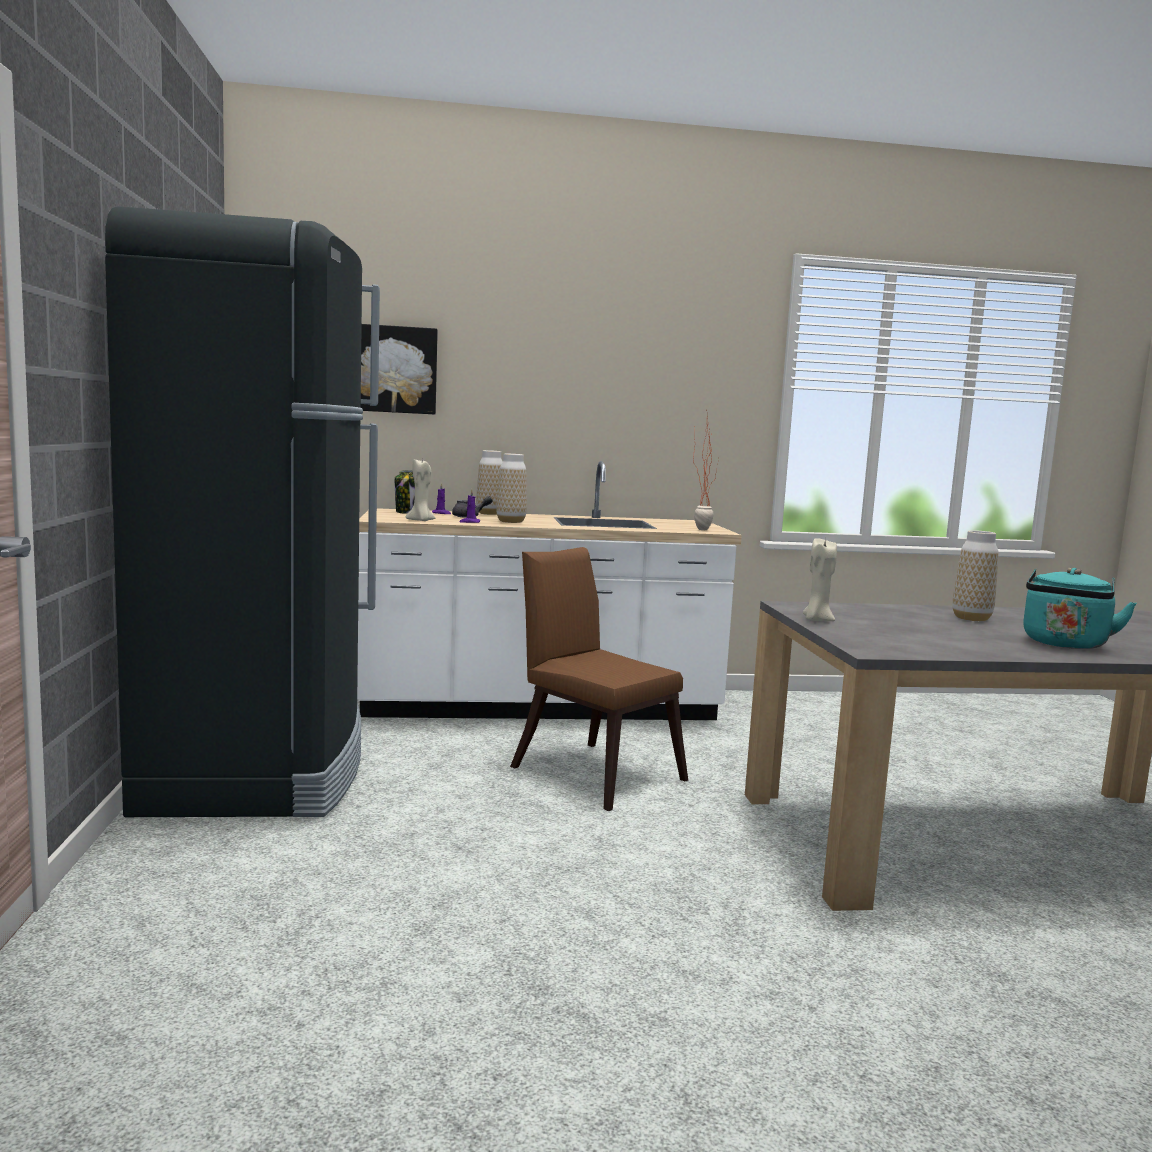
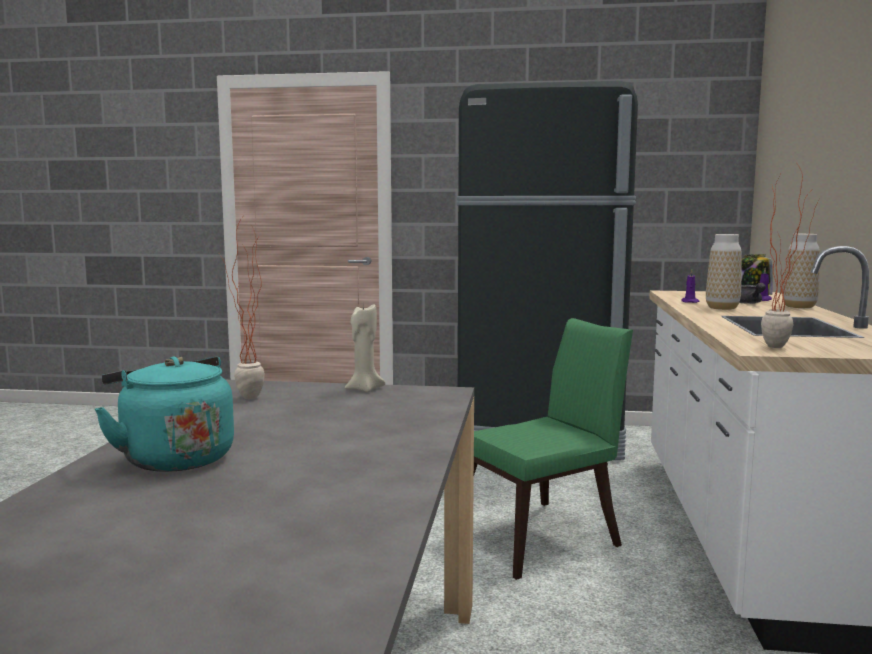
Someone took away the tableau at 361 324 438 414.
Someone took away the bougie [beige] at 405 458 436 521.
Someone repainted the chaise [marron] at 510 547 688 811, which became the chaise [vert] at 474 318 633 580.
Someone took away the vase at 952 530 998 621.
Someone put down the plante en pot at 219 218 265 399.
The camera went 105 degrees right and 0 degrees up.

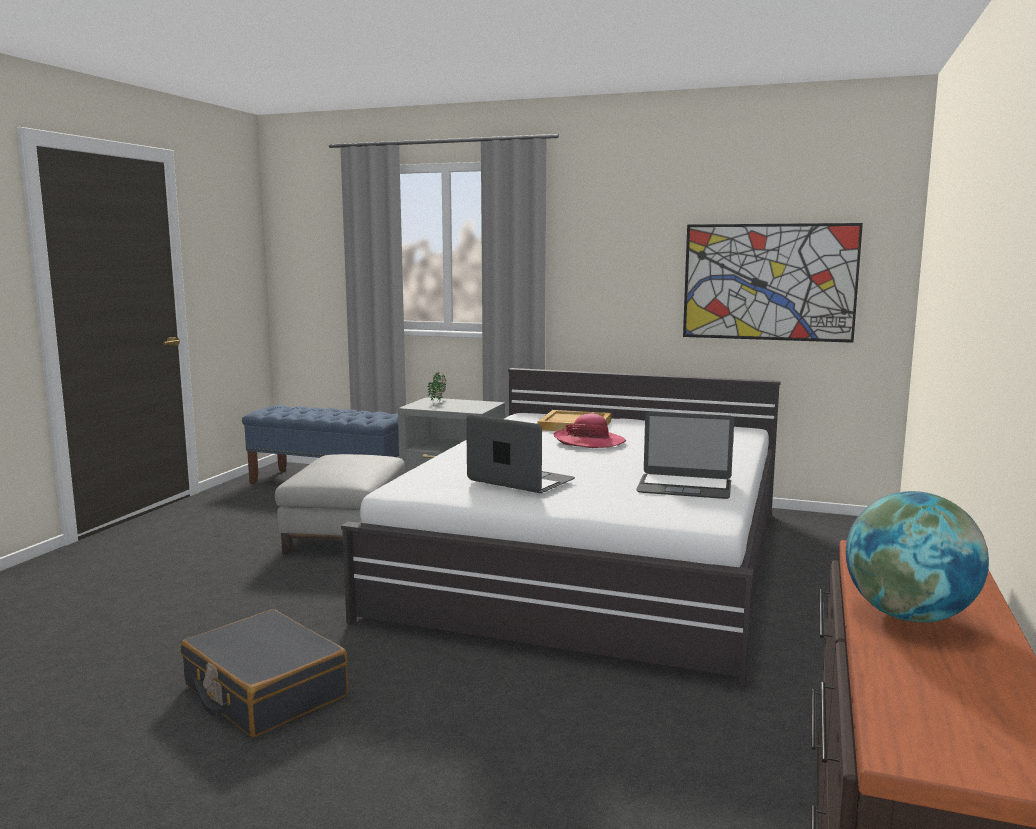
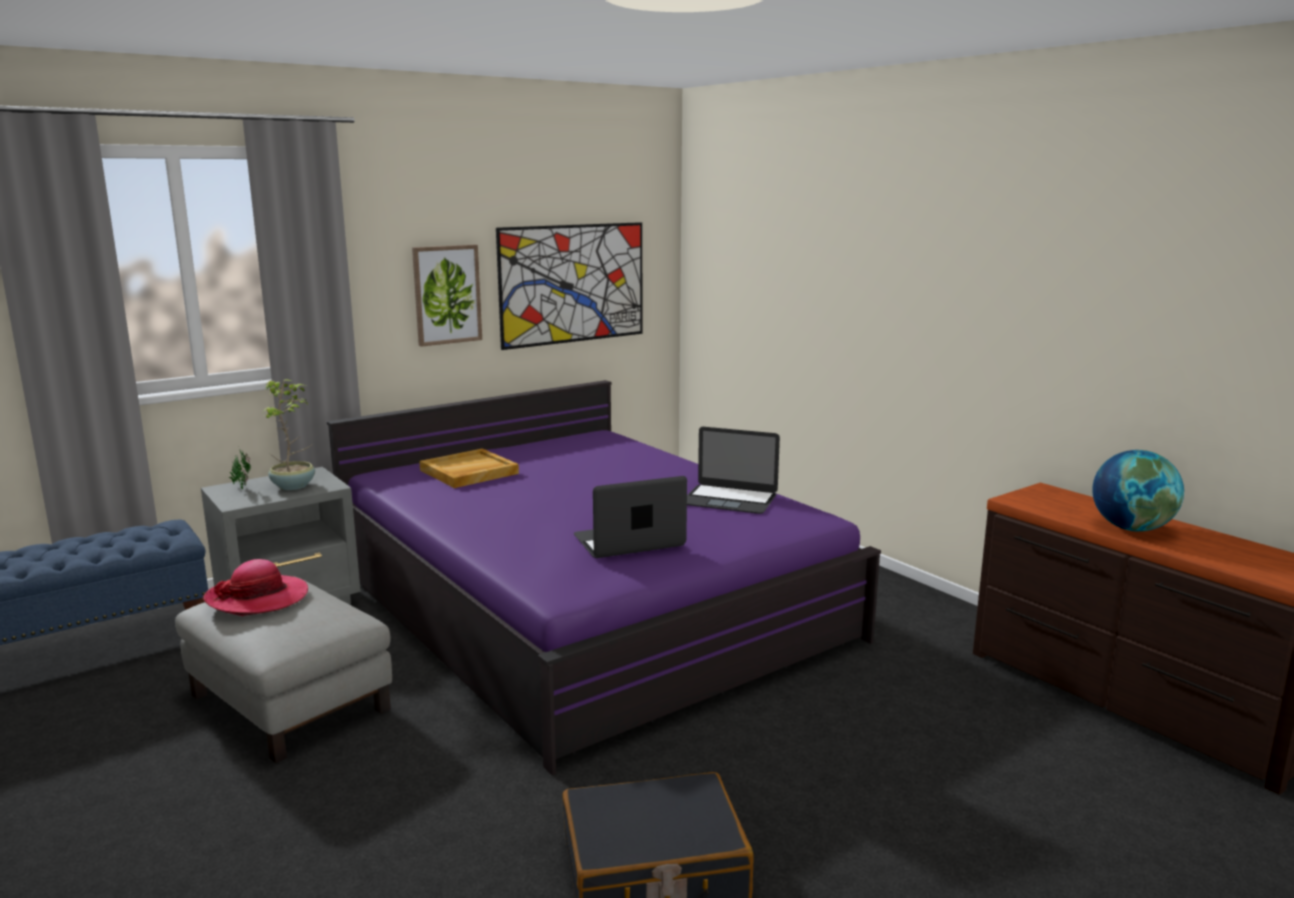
Someone repainted the lit [blanc] at 341 368 781 689, which became the lit [violet] at 327 380 881 776.
Someone carried the chapeau from 554 413 626 448 to 202 559 308 616.
Someone rotated the ordinateur portable at 636 412 734 499 by 60 degrees clockwise.
Someone put down the plante en pot at 260 379 315 490.
Someone put up the tableau at 412 245 482 347.
The camera went 55 degrees left and 5 degrees up.

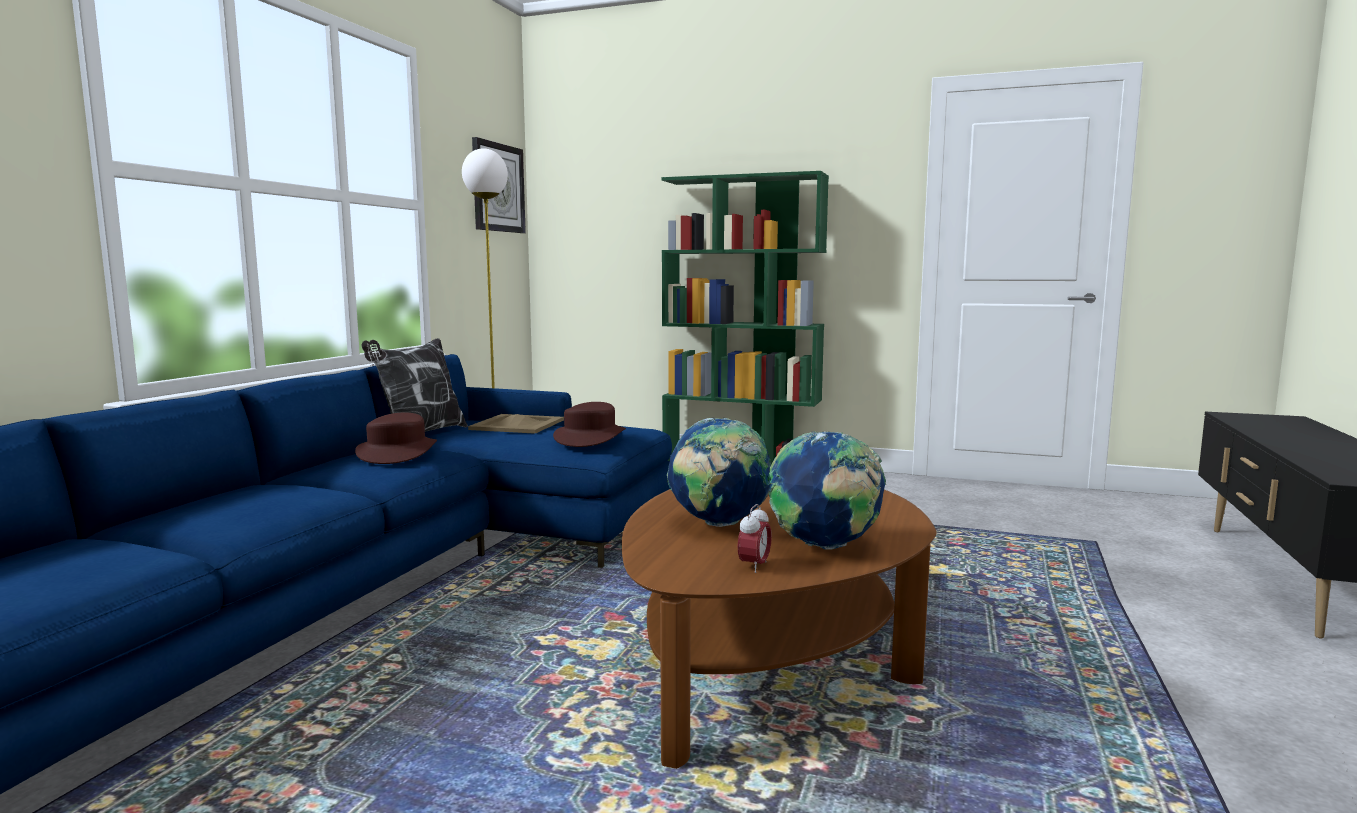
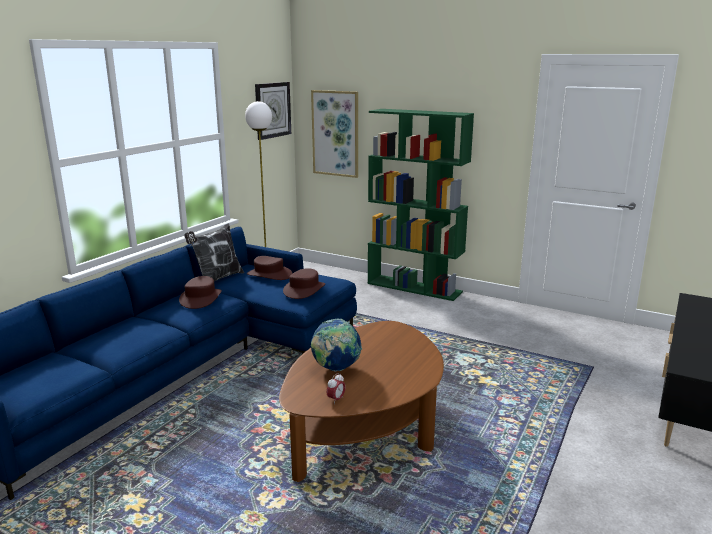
Someone swapped the plateau [beige] at 468 414 564 434 for the chapeau [marron] at 247 256 292 280.
Someone took away the globe at 769 431 886 550.
Someone put up the tableau at 311 90 358 178.
The camera went 10 degrees right and 10 degrees up.

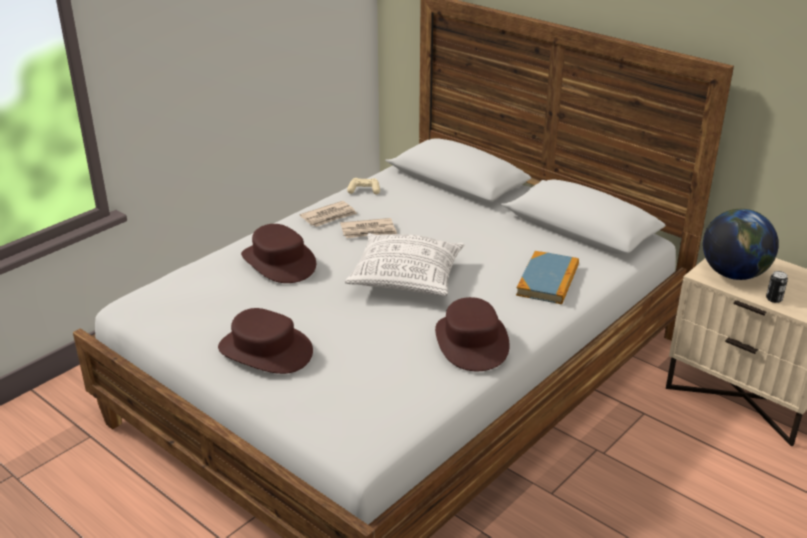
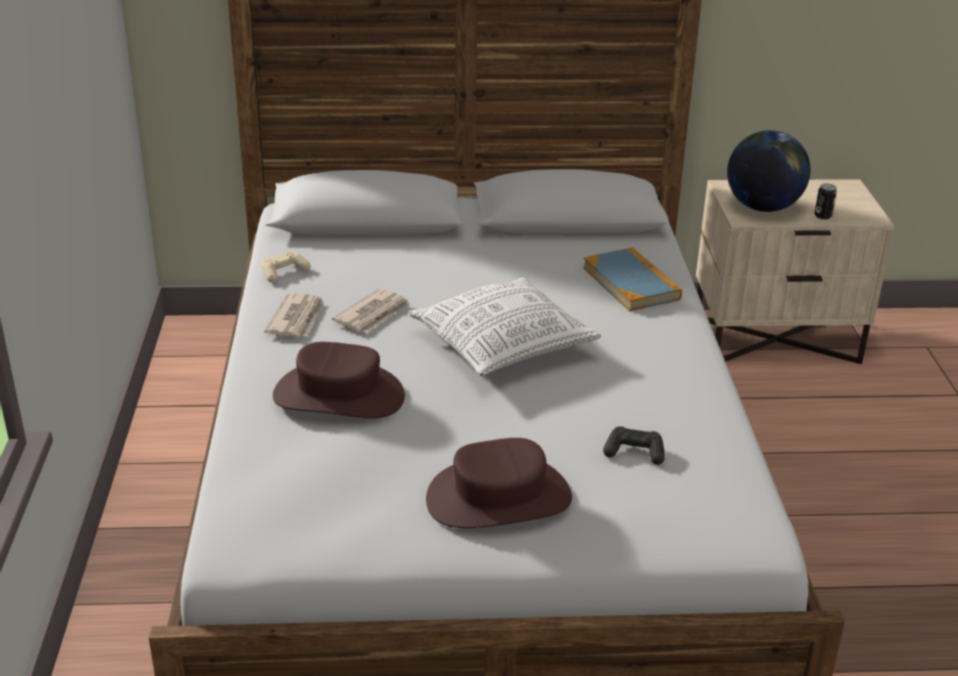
Someone took away the chapeau [marron] at 435 297 510 371.
Someone put down the manette [noir] at 603 426 665 465.
The camera went 45 degrees left and 0 degrees up.

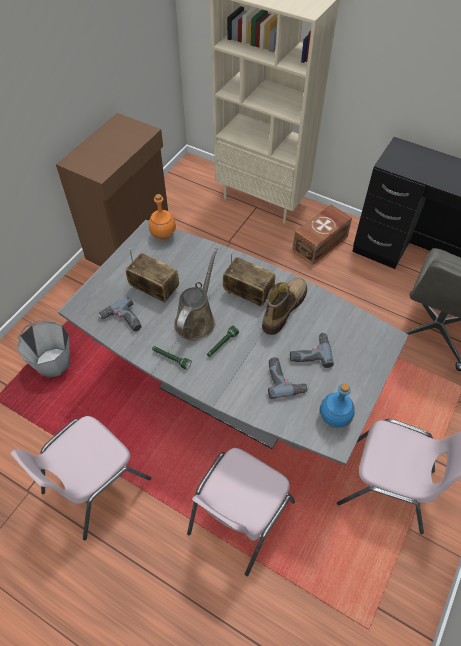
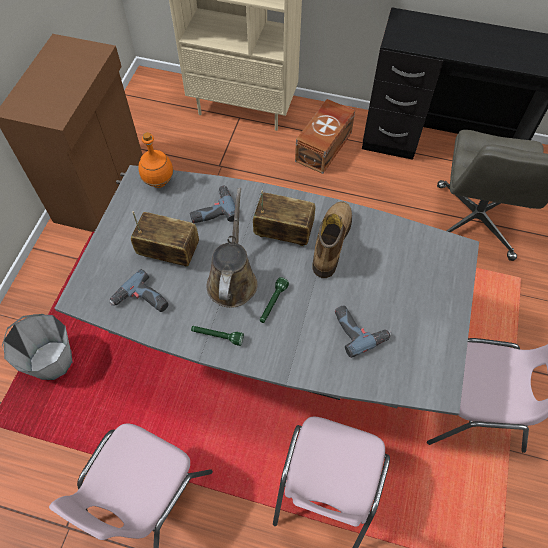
Someone carried the perceuse from 290 333 334 368 to 190 185 235 223.
Someone took away the bouteille [bleu] at 319 383 355 428.
The camera went 15 degrees left and 5 degrees up.

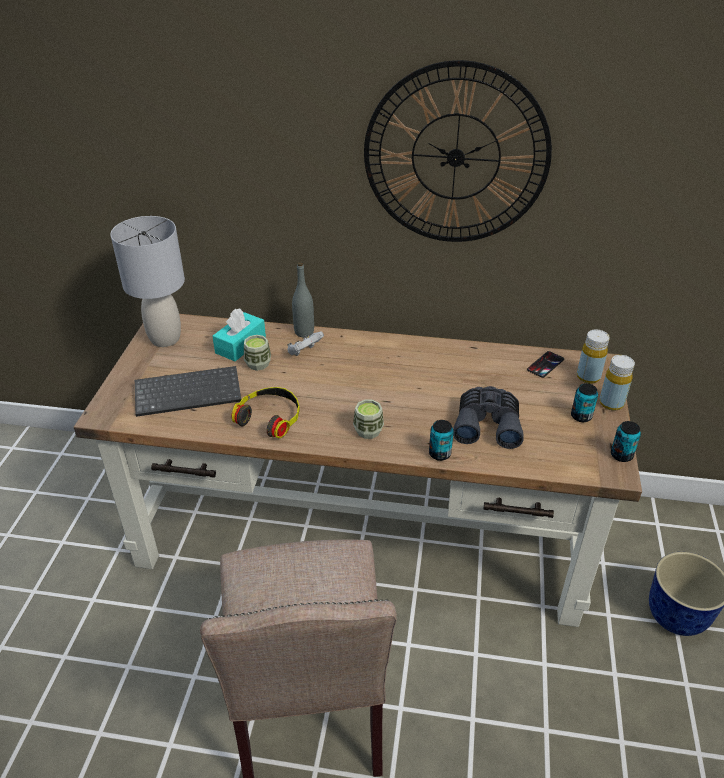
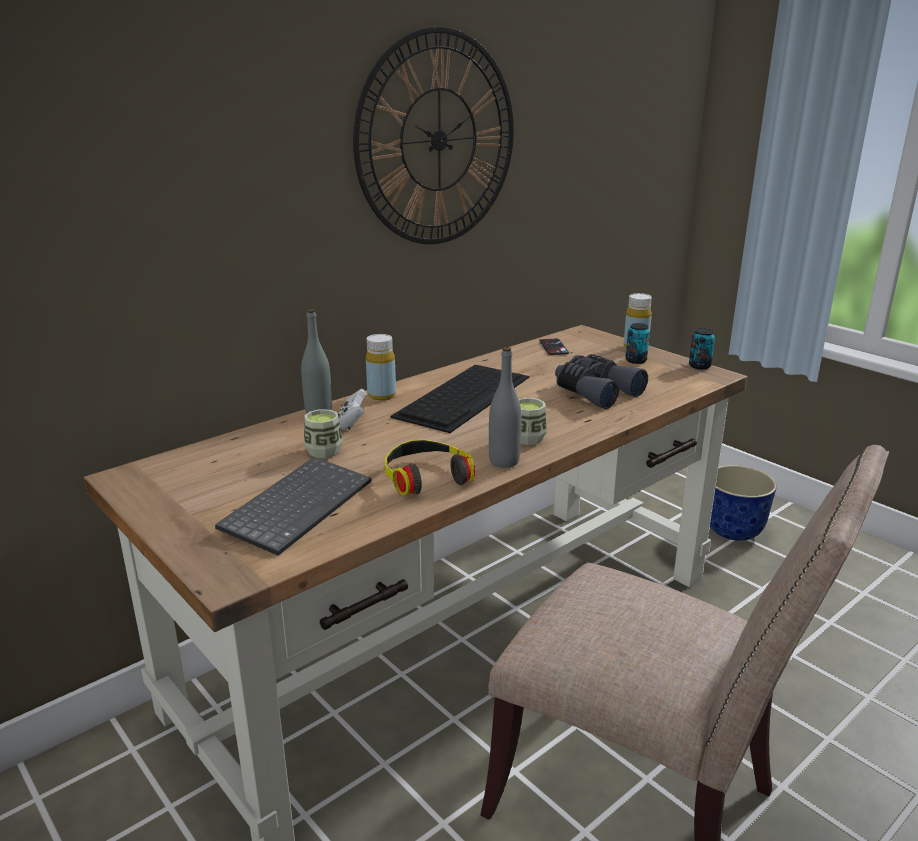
Someone took away the lampe de table [gris] at 110 216 185 347.
Someone took away the boîte à mouchoirs [turquoise] at 212 308 266 361.
Someone took away the boîte métallique at 429 420 454 461.
Someone carried the bouteille [jaune] from 577 330 610 384 to 366 334 396 400.
Someone put down the clavier at 390 365 529 433.
Someone put down the bouteille [gris] at 489 347 521 468.
The camera went 50 degrees left and 15 degrees down.

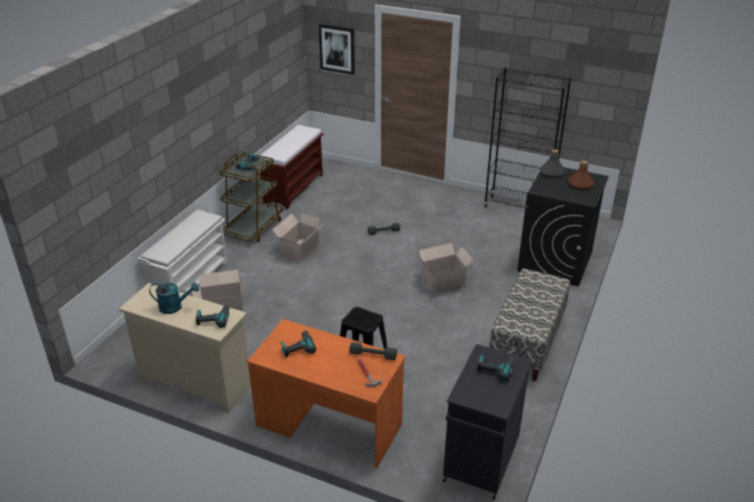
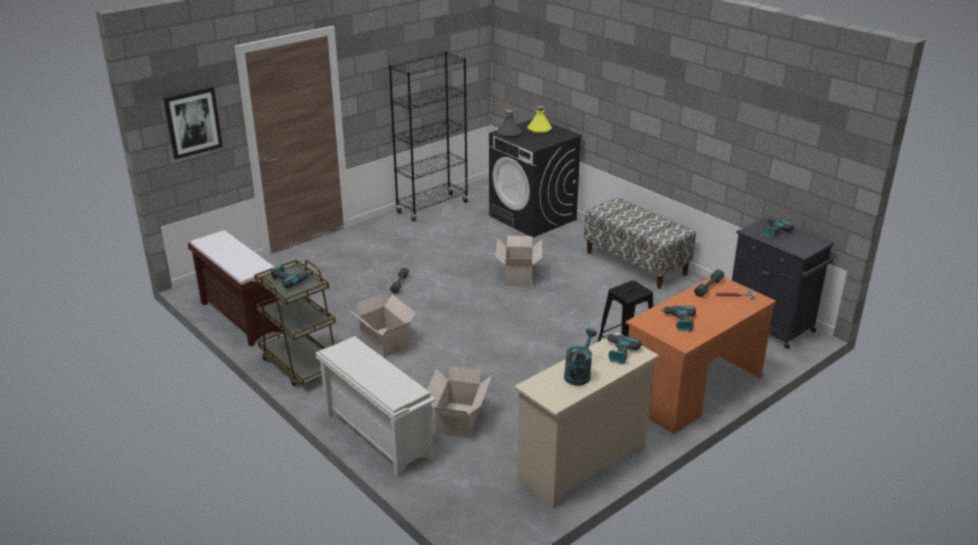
Someone repainted the bouteille [marron] at 568 160 594 189, which became the bouteille [jaune] at 528 106 552 133.
The camera went 65 degrees left and 5 degrees down.

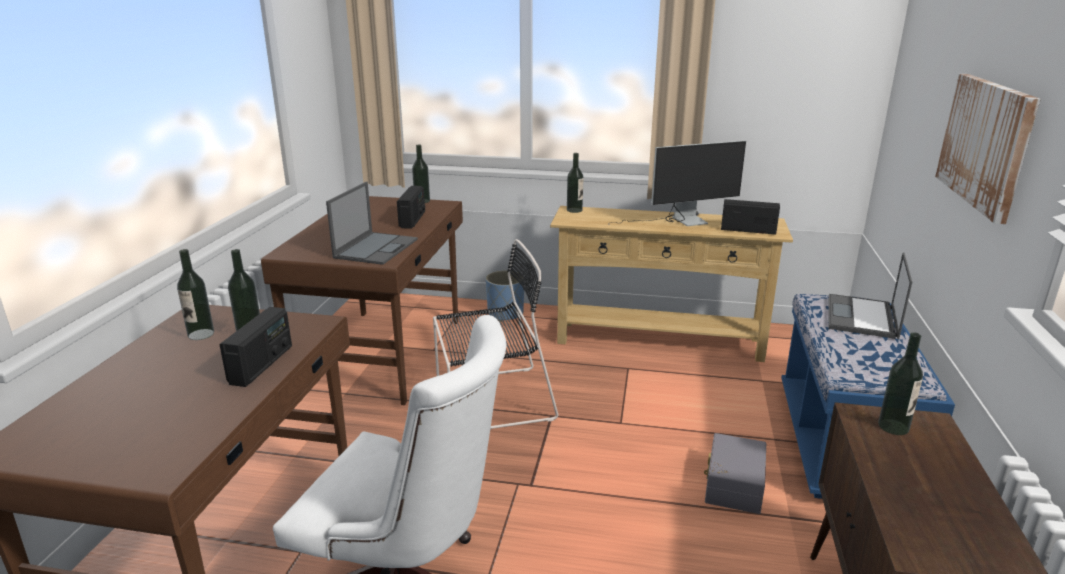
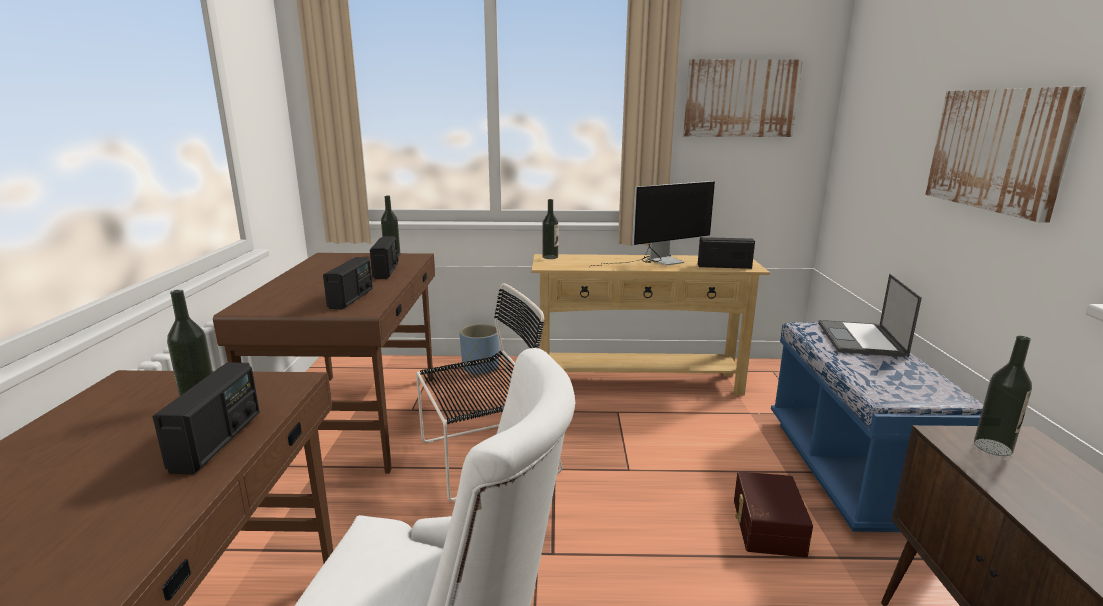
Someone took away the bouteille at 177 249 214 340.
Someone swapped the ordinateur portable at 326 182 418 265 for the radio at 323 257 373 310.
Someone repainted the boîte de rangement [gris] at 704 433 766 514, which became the boîte de rangement [marron] at 734 472 813 558.
Someone put up the tableau at 683 59 803 137.
The camera went 10 degrees left and 5 degrees down.

